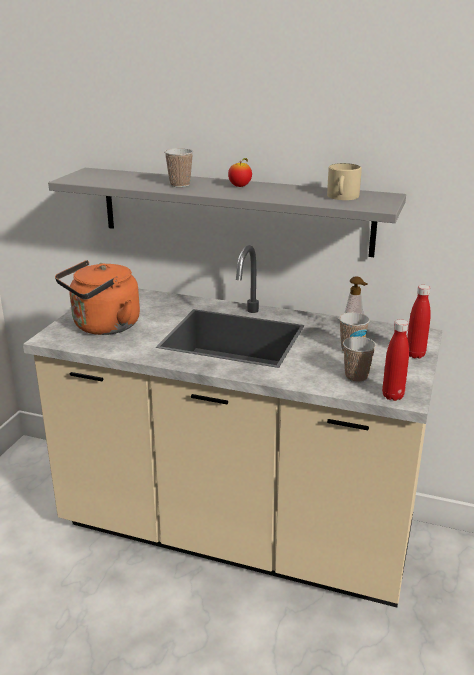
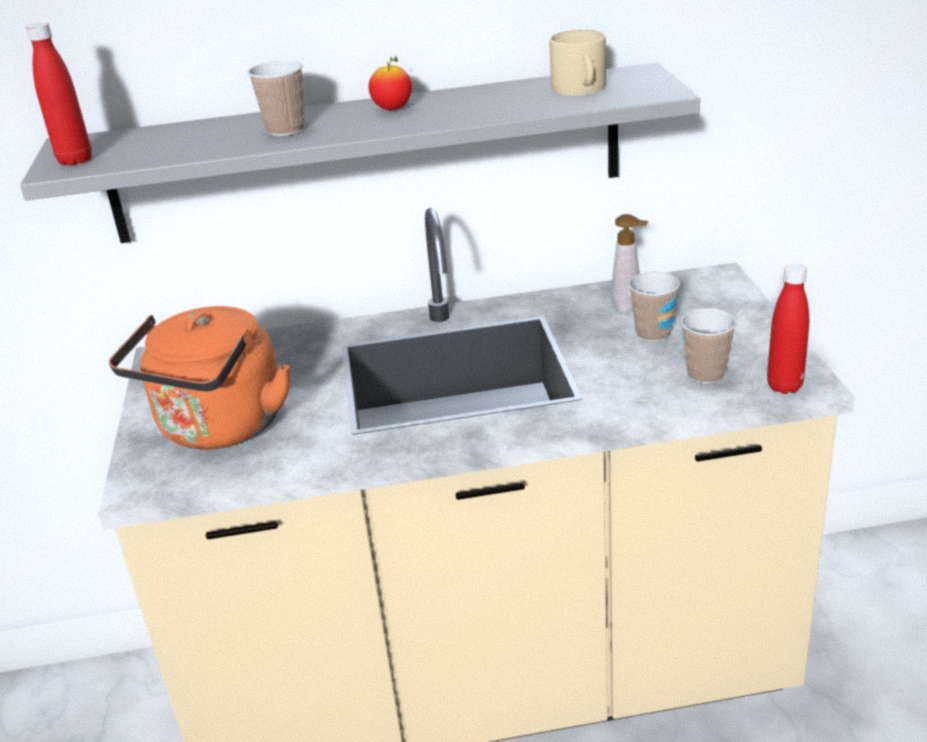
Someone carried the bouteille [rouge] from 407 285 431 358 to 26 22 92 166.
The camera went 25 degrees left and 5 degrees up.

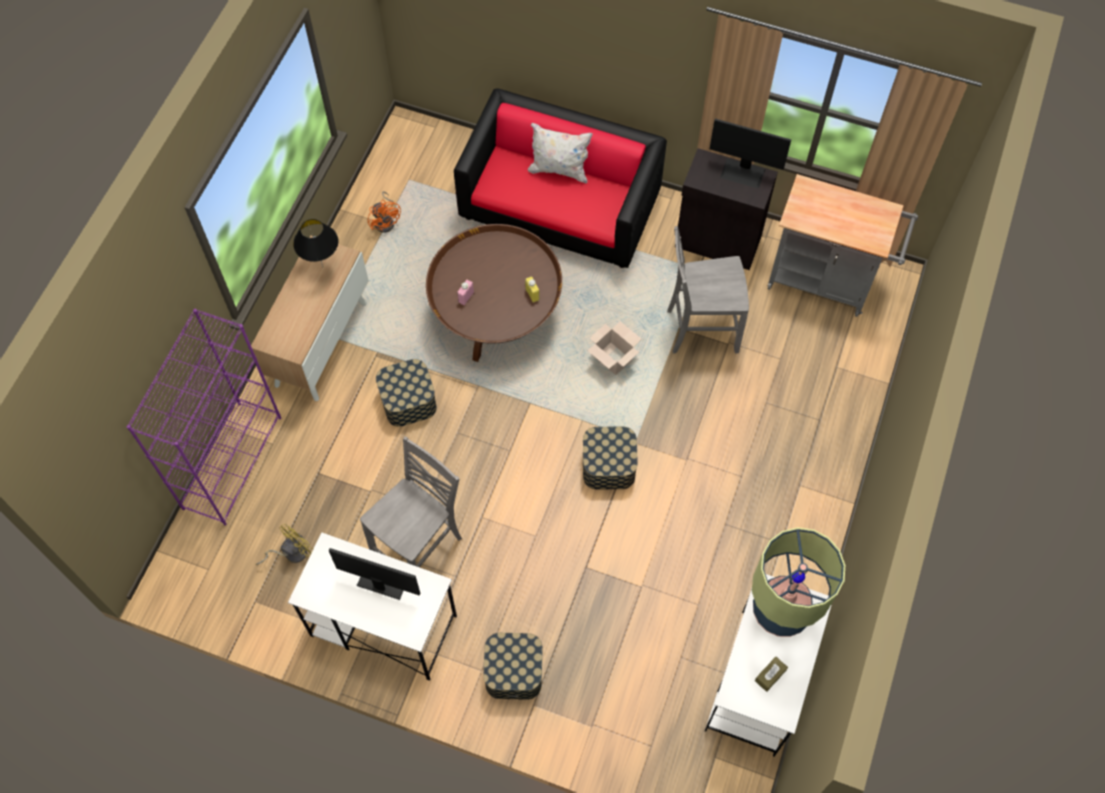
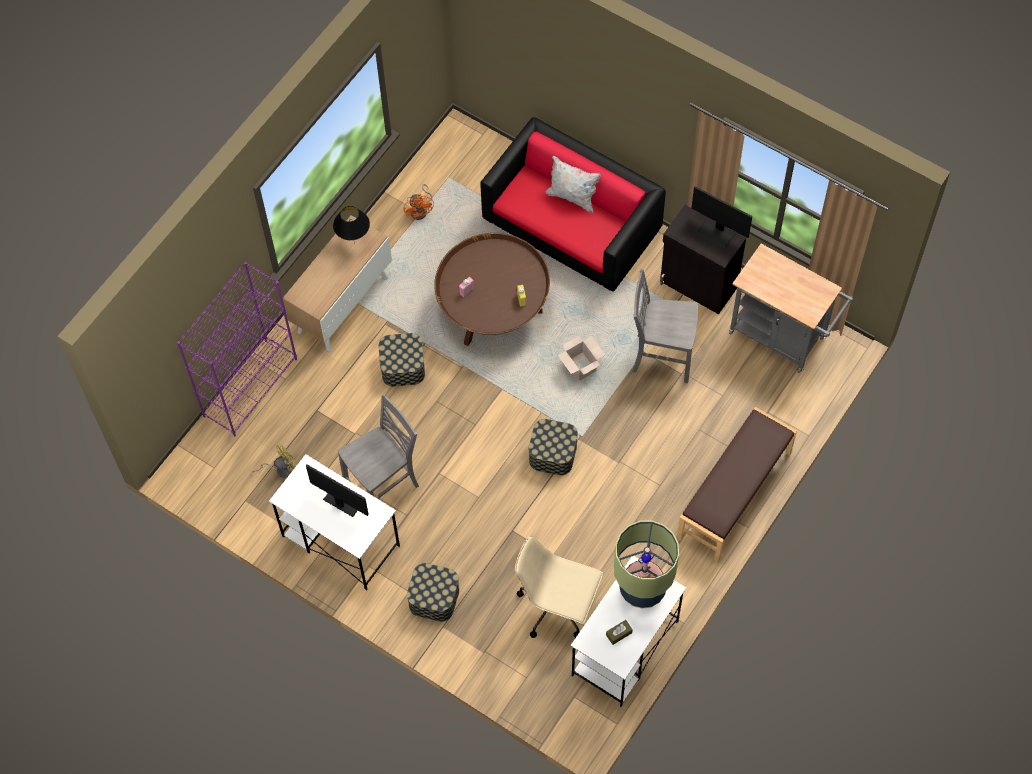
Someone put down the chaise de bureau [beige] at 515 535 603 638.
Someone put down the banc [marron] at 677 407 797 562.
The camera went 15 degrees right and 0 degrees up.

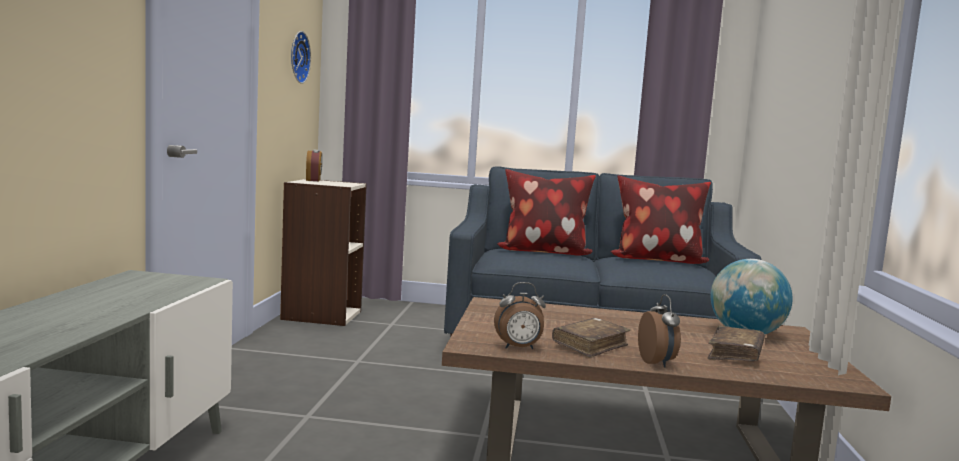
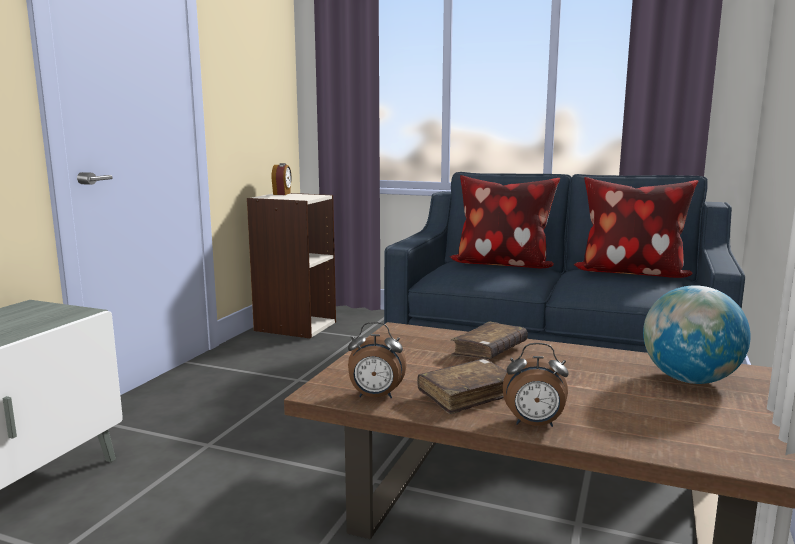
Someone took away the horloge murale at 291 31 311 84.
Someone rotated the réveil at 638 294 681 368 by 90 degrees clockwise.
Someone carried the livre [marron] from 708 326 765 362 to 450 322 528 359.
The camera went 15 degrees right and 5 degrees up.

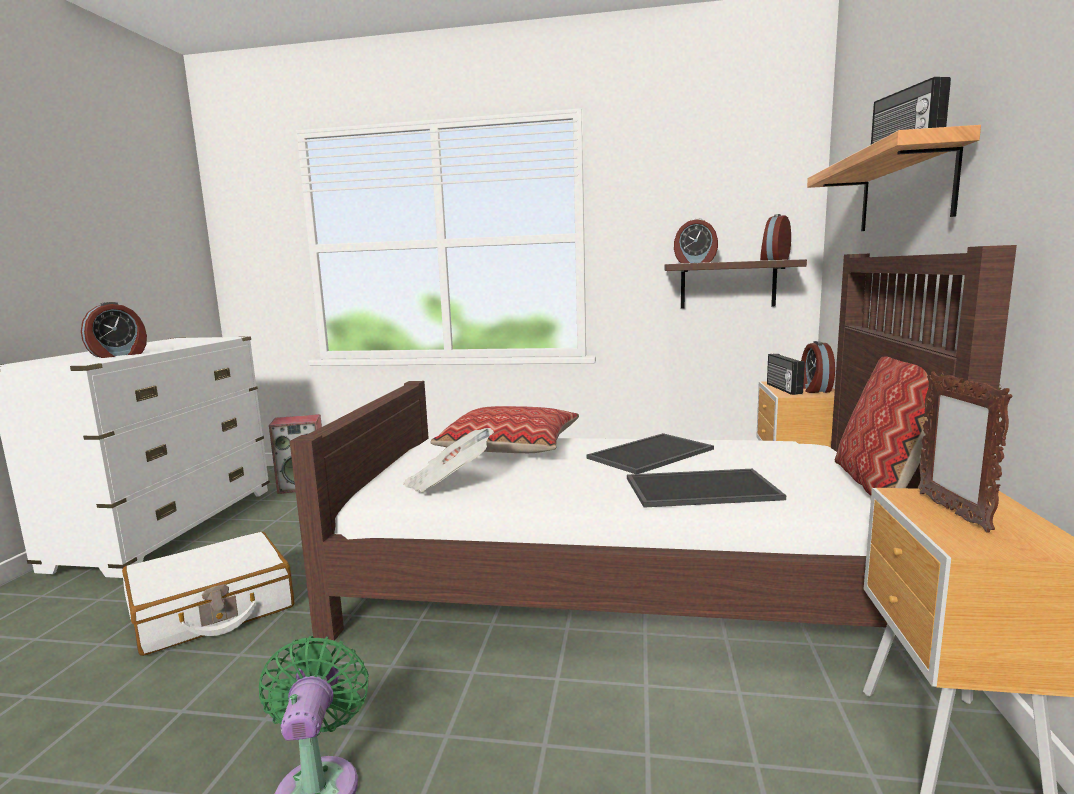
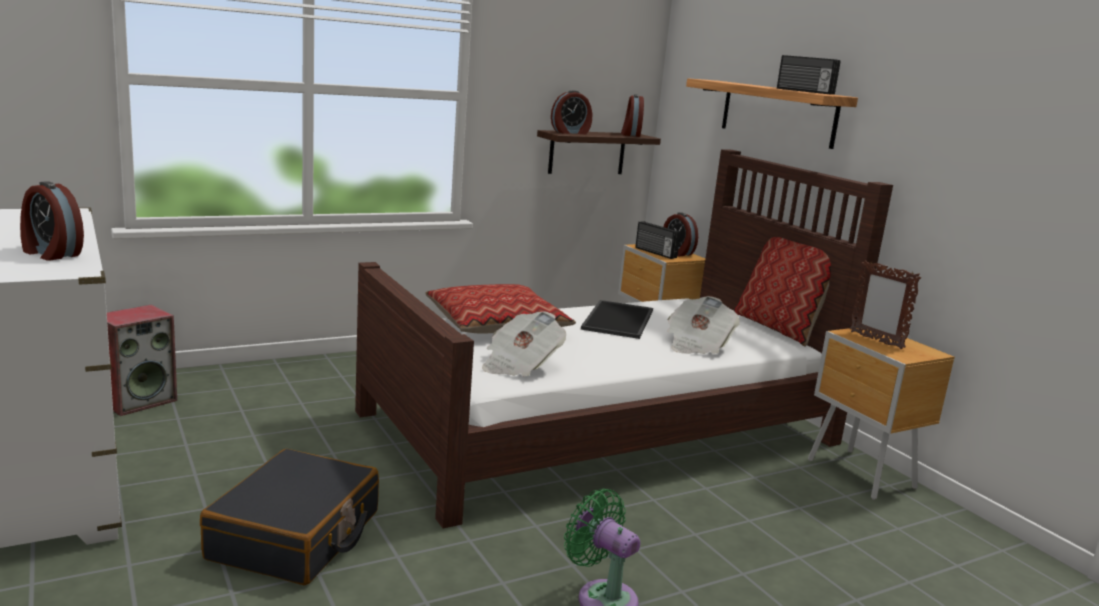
Someone rotated the réveil at 81 302 147 358 by 120 degrees clockwise.
Someone repainted the valise [blanc] at 122 532 294 656, which became the valise [noir] at 200 449 379 585.
Someone swapped the plateau at 627 469 786 507 for the journal at 667 296 740 354.
The camera went 40 degrees left and 5 degrees up.

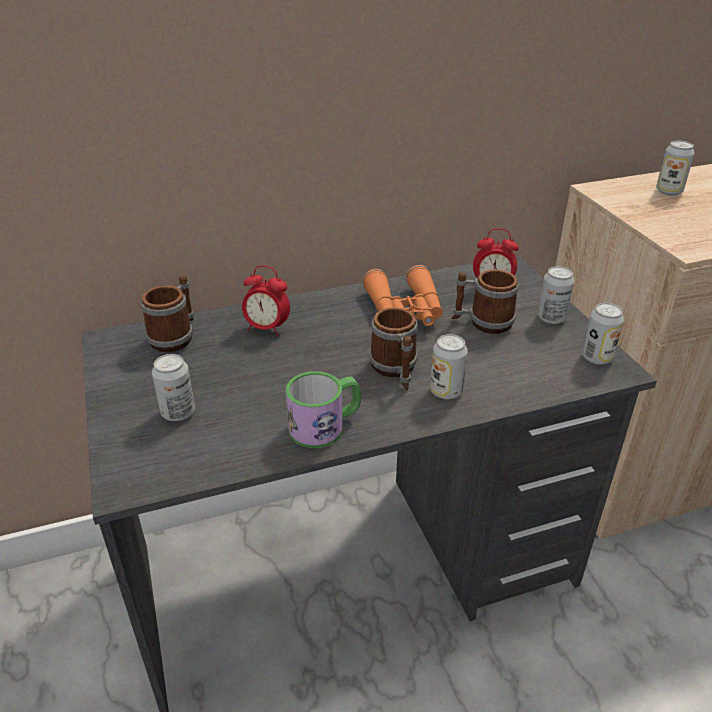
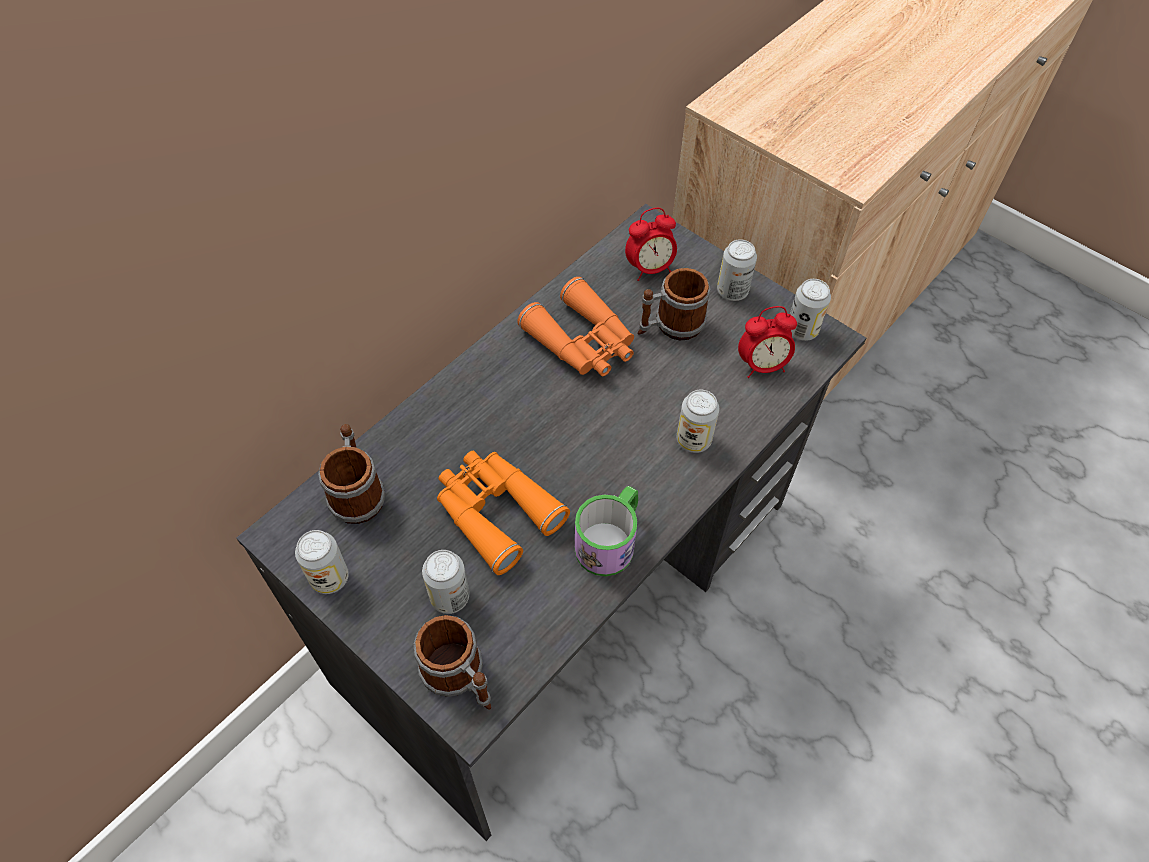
Someone carried the réveil from 242 265 290 337 to 738 306 797 378.
Someone carried the mug from 369 307 418 390 to 413 615 491 709.
Someone carried the boîte métallique from 656 141 695 196 to 295 530 349 594.
Someone put down the jumelles [orange] at 437 451 570 575.
The camera went 30 degrees left and 20 degrees up.

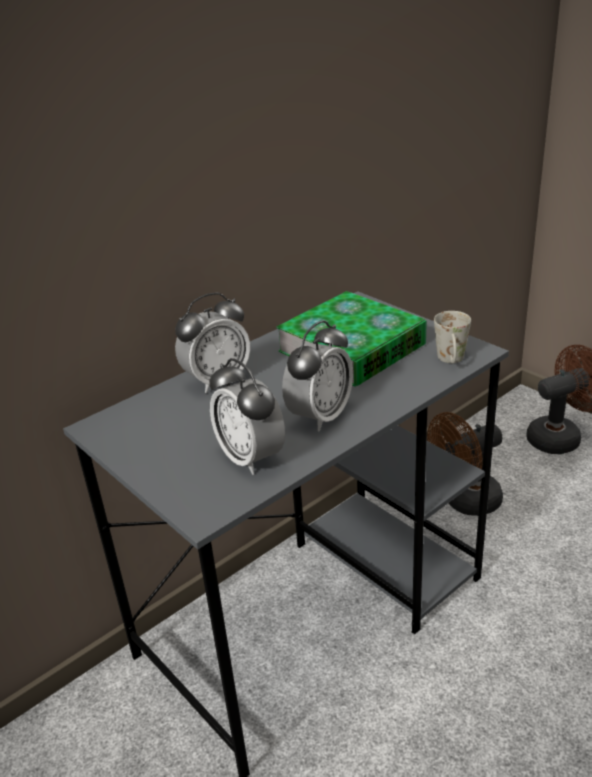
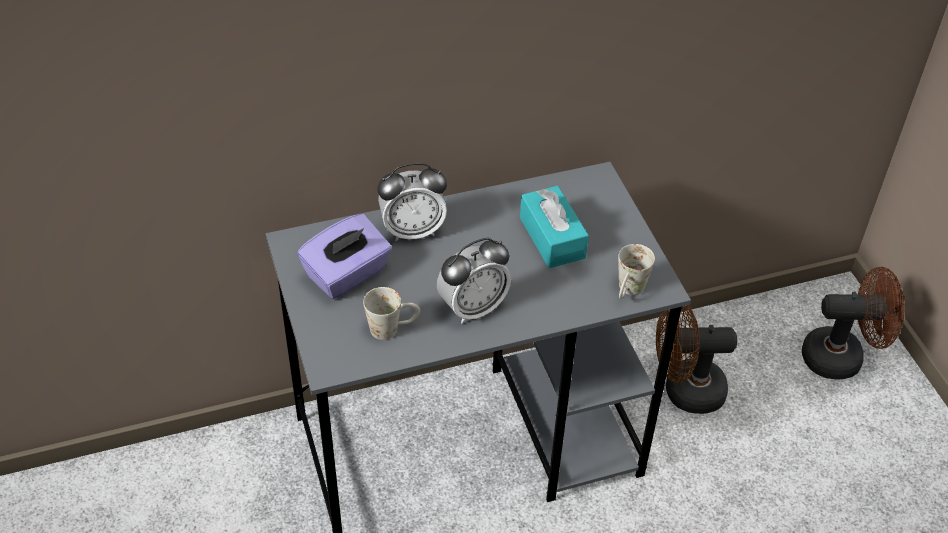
Someone swapped the réveil at 209 358 285 475 for the mug [blanc] at 363 287 420 340.
Someone swapped the livre at 276 291 427 387 for the boîte à mouchoirs [turquoise] at 520 186 589 268.
Someone put down the boîte à mouchoirs [violet] at 297 214 392 299.
The camera went 20 degrees right and 15 degrees up.

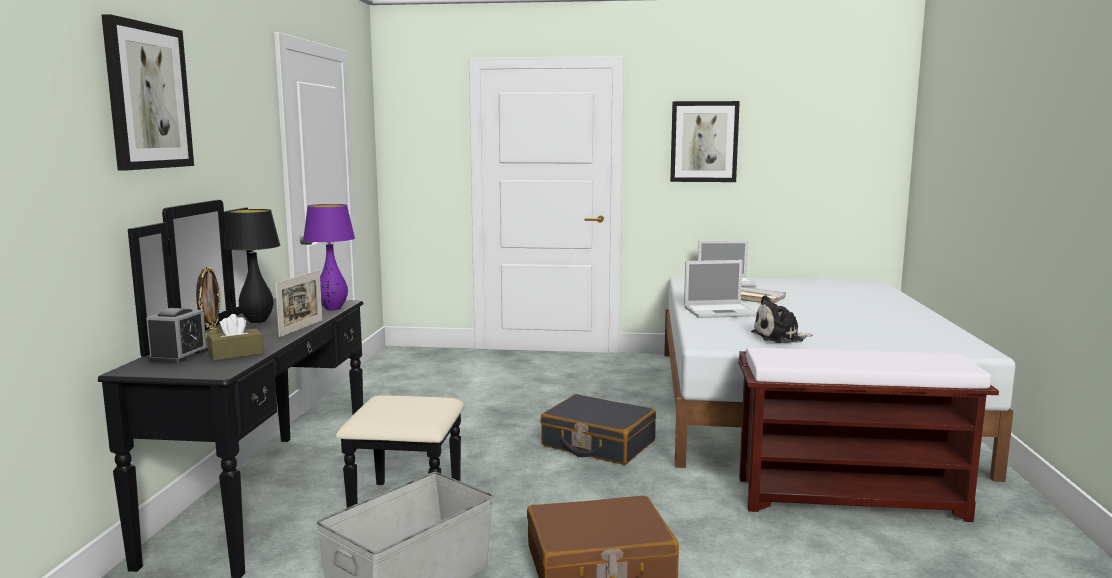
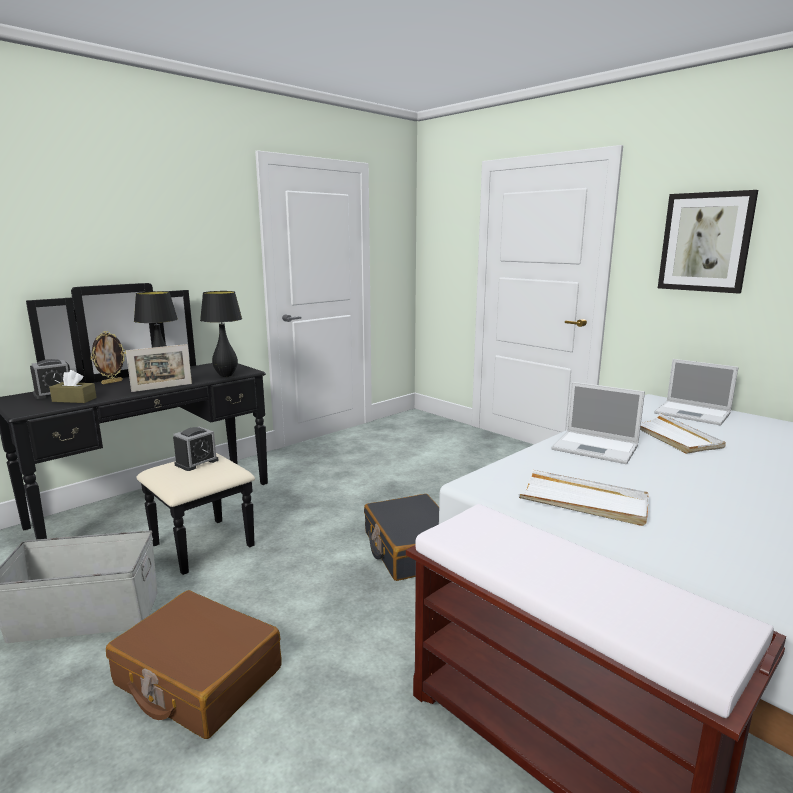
Someone took away the tableau at 102 14 194 171.
Someone repainted the lampe de table [violet] at 303 204 355 310, which became the lampe de table [noir] at 200 291 242 377.
Someone swapped the peluche at 751 295 813 343 for the plateau [blanc] at 519 470 648 526.
Someone put down the réveil at 173 427 218 471.
The camera went 40 degrees right and 5 degrees up.

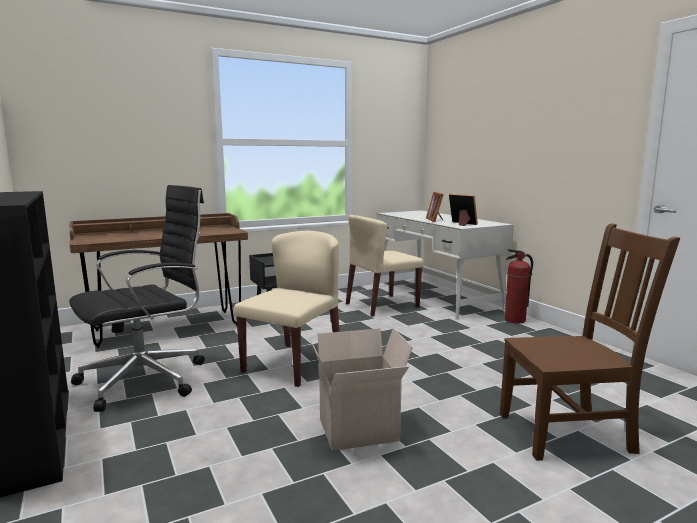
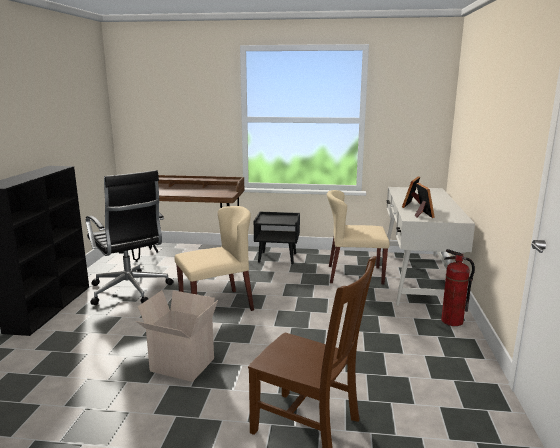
Someone rotated the chaise de bureau [noir] at 69 185 205 412 by 60 degrees clockwise.
The camera went 35 degrees right and 5 degrees up.

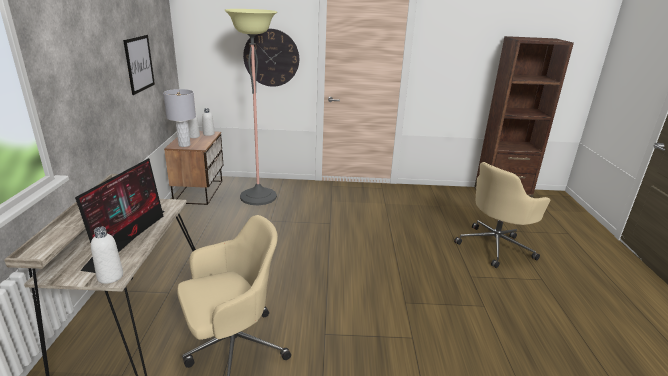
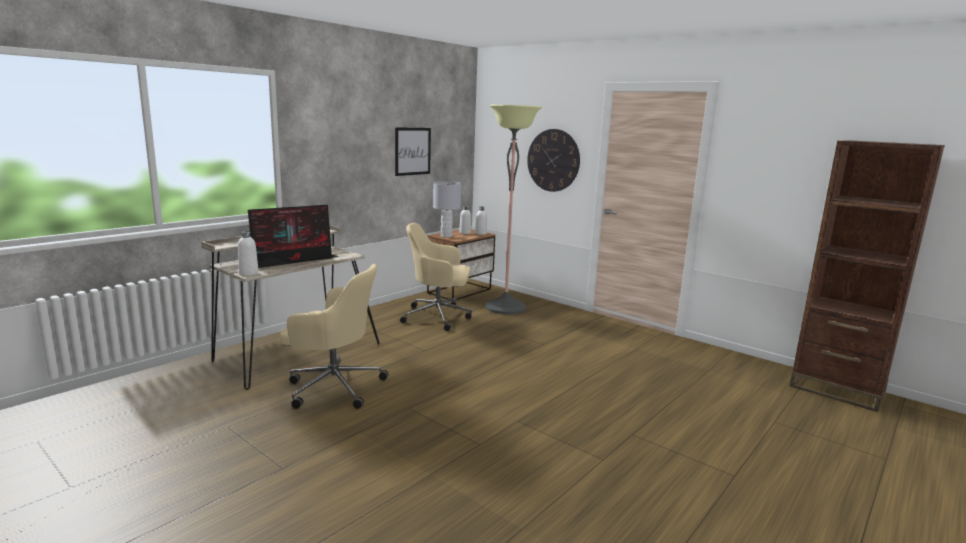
Someone carried the chaise de bureau [beige] from 454 162 550 268 to 400 223 472 331.
The camera went 40 degrees right and 10 degrees down.

